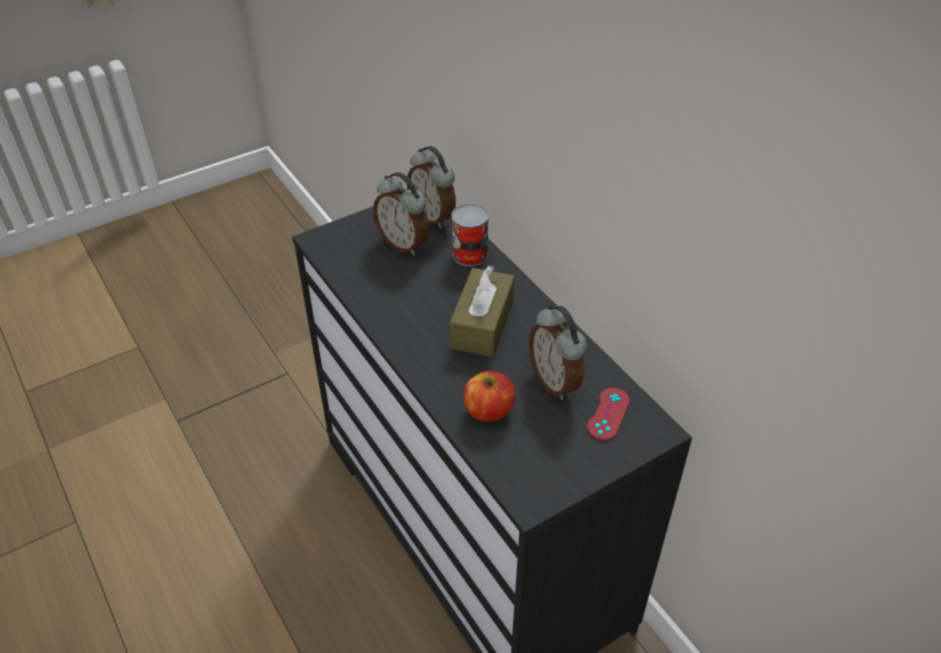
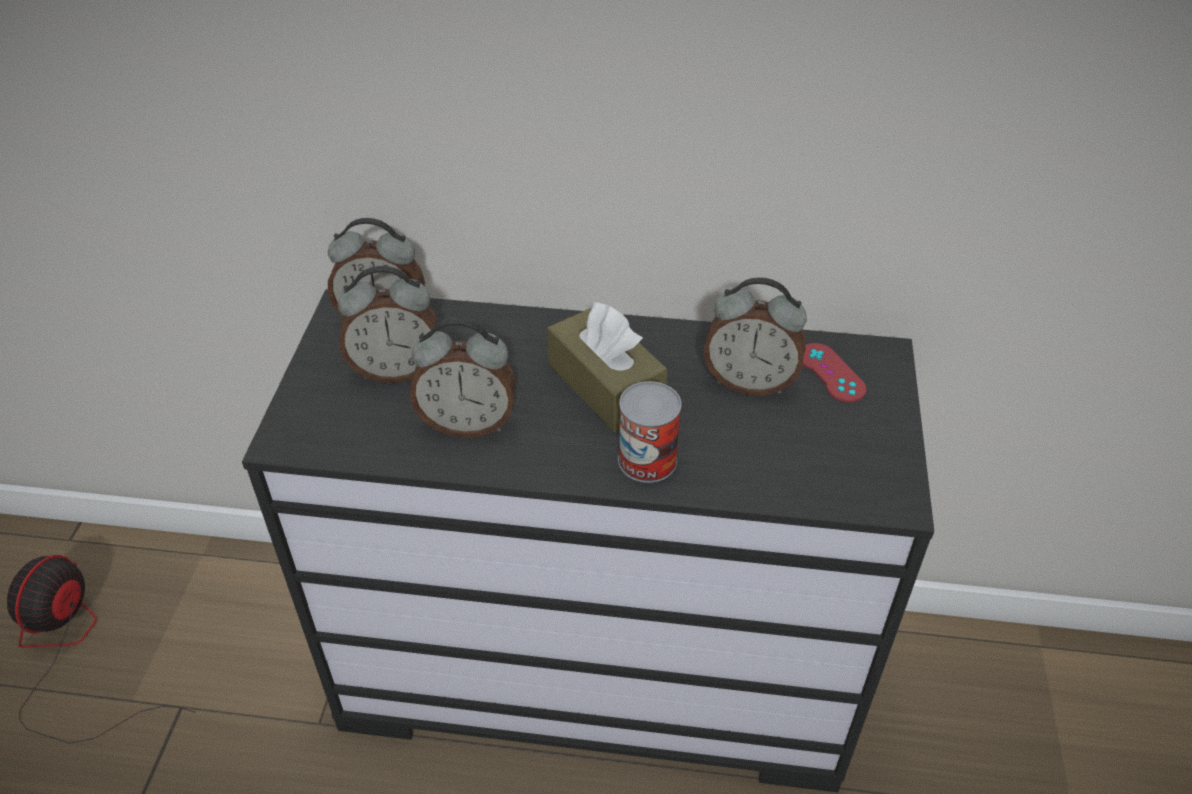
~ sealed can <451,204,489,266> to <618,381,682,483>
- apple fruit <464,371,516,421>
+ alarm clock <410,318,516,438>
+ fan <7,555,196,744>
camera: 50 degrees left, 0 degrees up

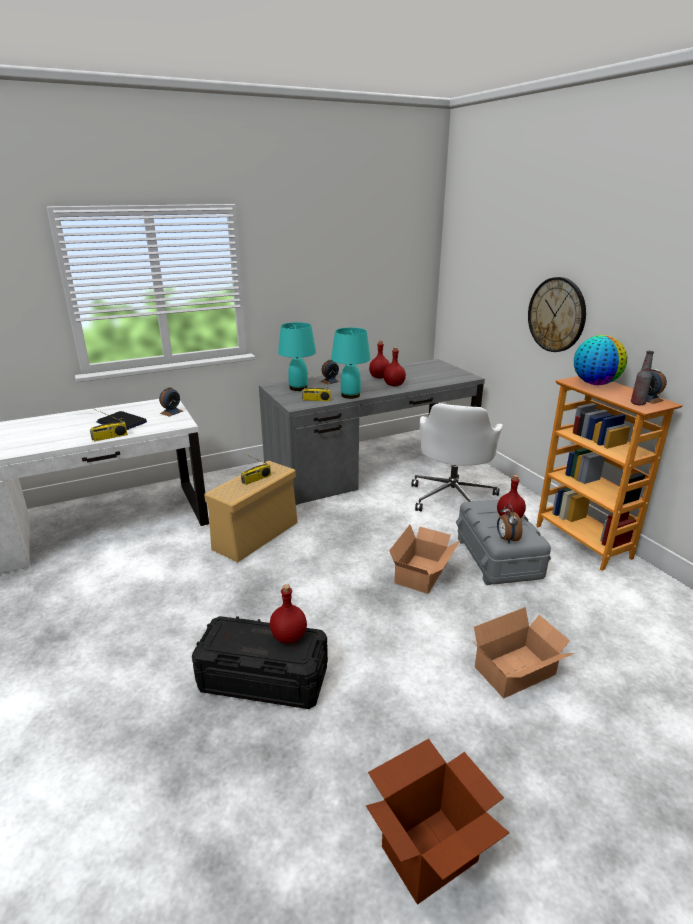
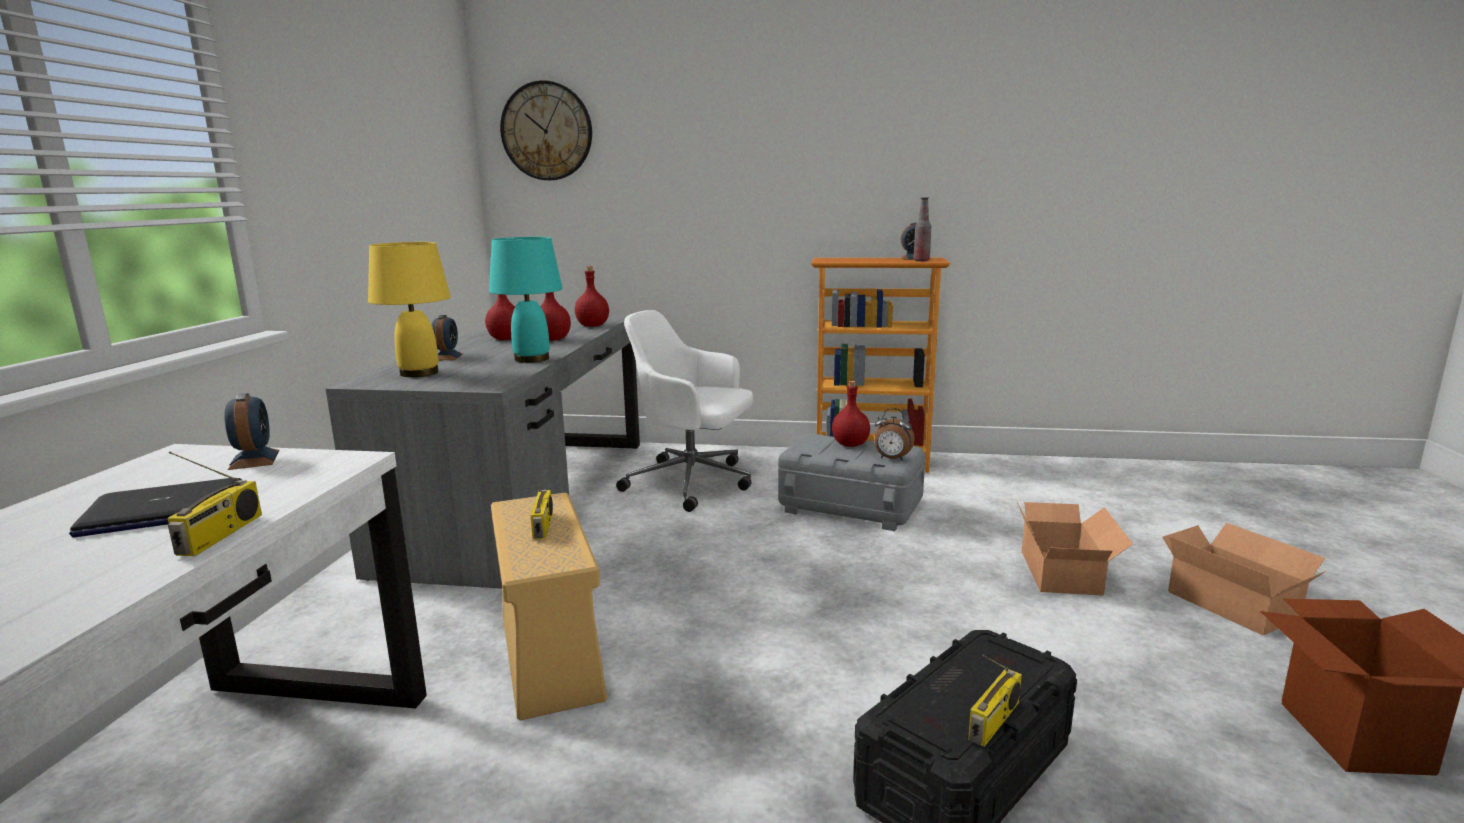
~ wall clock <528,277,586,352> to <500,80,592,180>
~ turquoise-coloured tabletop lamp <278,322,316,391> to yellowish tabletop lamp <368,242,451,377>
- globe <574,335,627,385>
~ radio set <302,374,331,401> to <968,655,1022,747>
~ white-coloured office chair <411,403,503,511> = <616,310,753,512> 150 degrees clockwise
~ cardboard box <389,525,461,594> to <1162,523,1326,635>
~ reddish beverage bottle <270,584,307,644> to <575,266,609,327>
camera: 55 degrees left, 10 degrees down

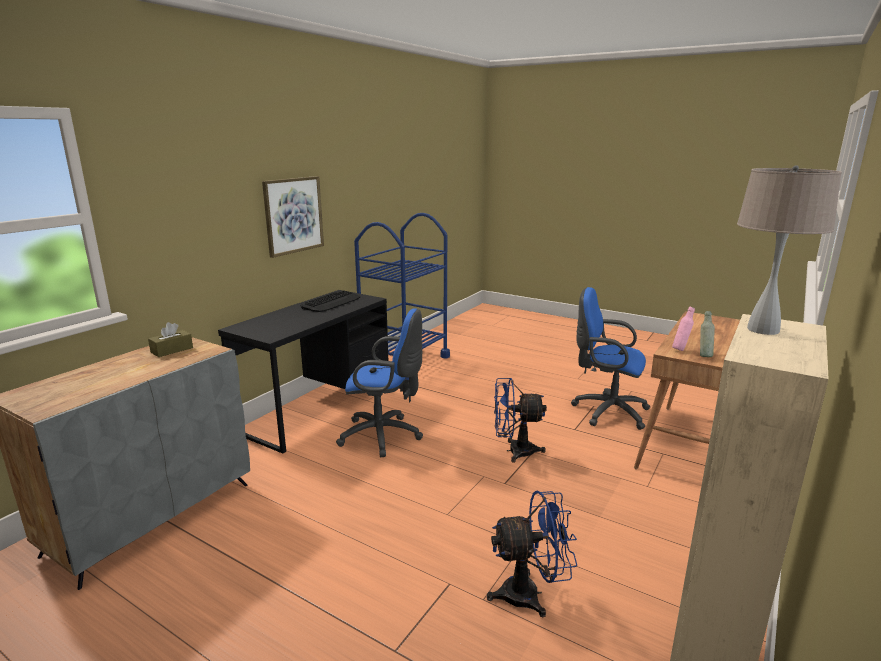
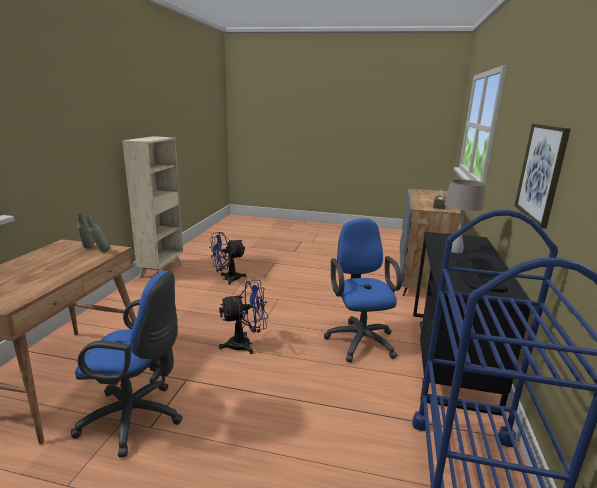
~ sand-coloured tabletop lamp <737,165,842,335> to <445,179,486,253>
~ pinkish beverage bottle <672,307,695,351> to greyish beverage bottle <86,216,111,252>
~ blue office chair <336,308,423,457> = <324,218,402,363> 90 degrees clockwise
camera: 160 degrees right, 0 degrees up

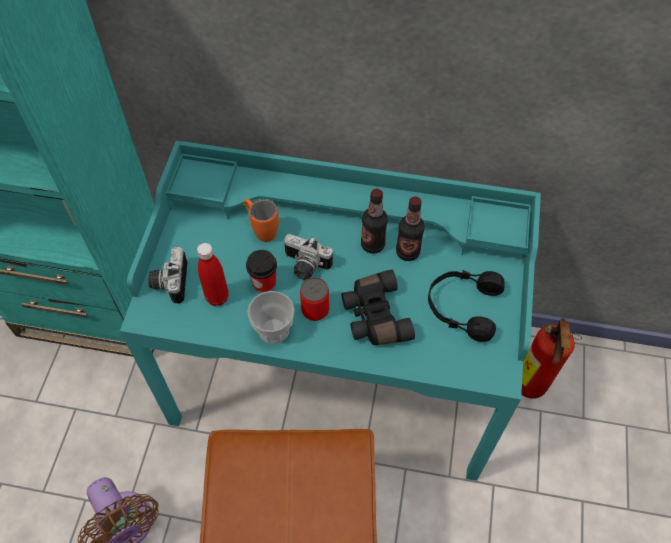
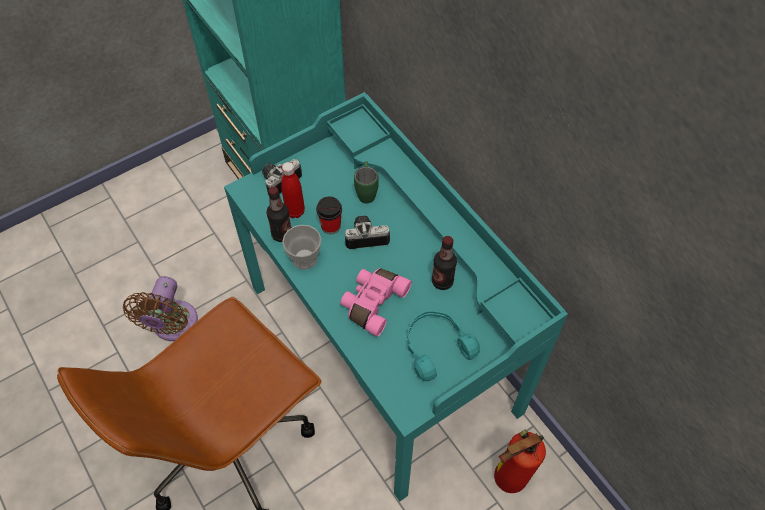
~ beverage bottle <361,189,388,254> to <266,186,292,242>
~ orange-coloured mug <244,199,279,242> to green-coloured mug <354,161,379,203>
~ photo camera <284,234,333,280> = <345,215,390,249> 105 degrees clockwise
~ black field glasses <342,270,415,345> to pinkish field glasses <340,268,412,337>
~ black headphones <428,270,505,342> to turquoise-coloured headphones <407,311,480,381>
- sealed can <300,277,329,321>
camera: 45 degrees right, 0 degrees up

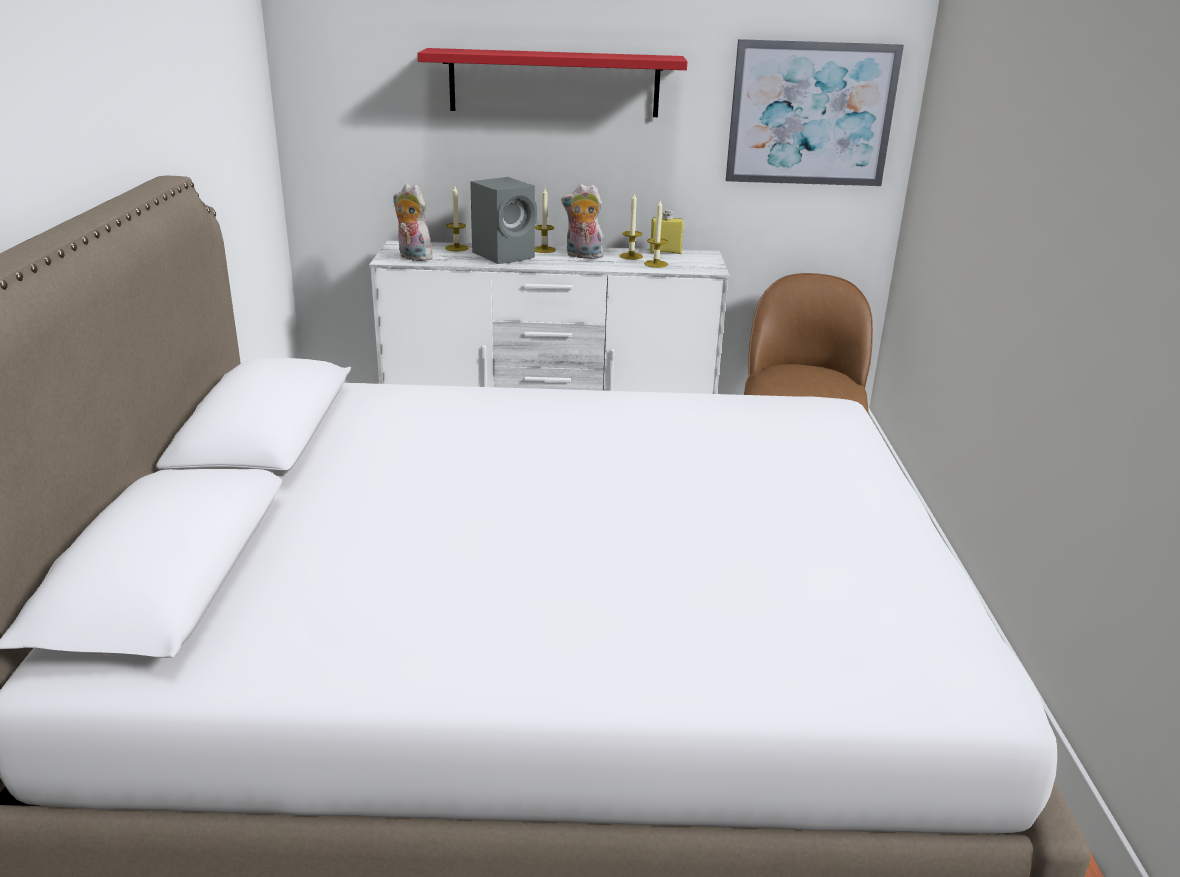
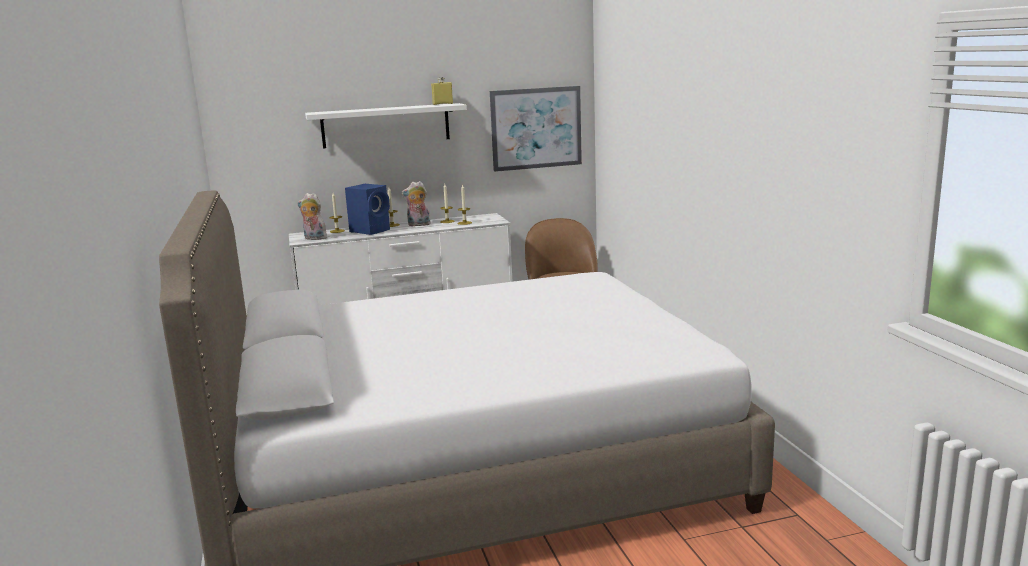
~ reddish shelf <417,48,687,117> to white-coloured shelf <305,103,467,149>
~ greyish audio speaker <470,177,537,264> to blue audio speaker <345,184,390,235>
~ yellowish beverage bottle <650,210,684,254> to <431,77,453,105>
camera: 15 degrees left, 10 degrees down

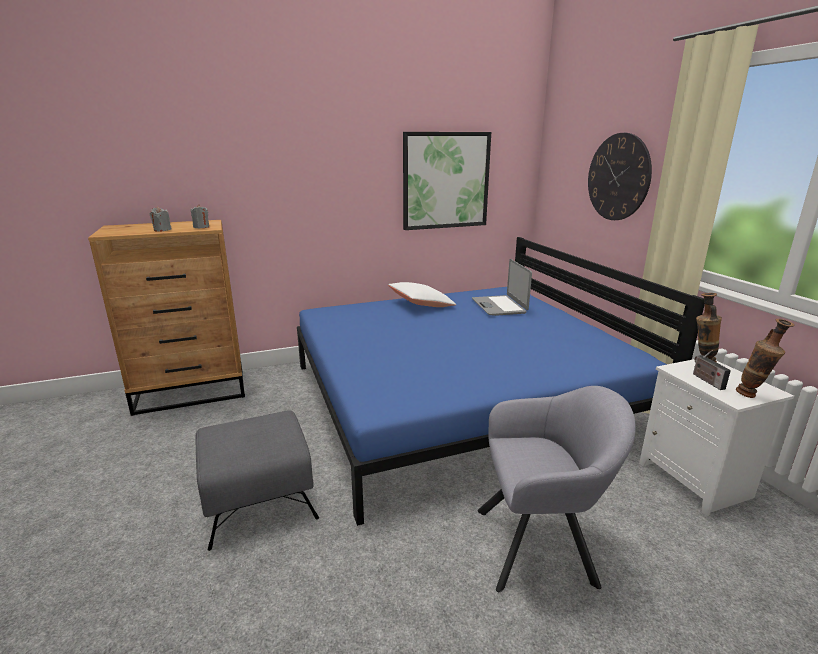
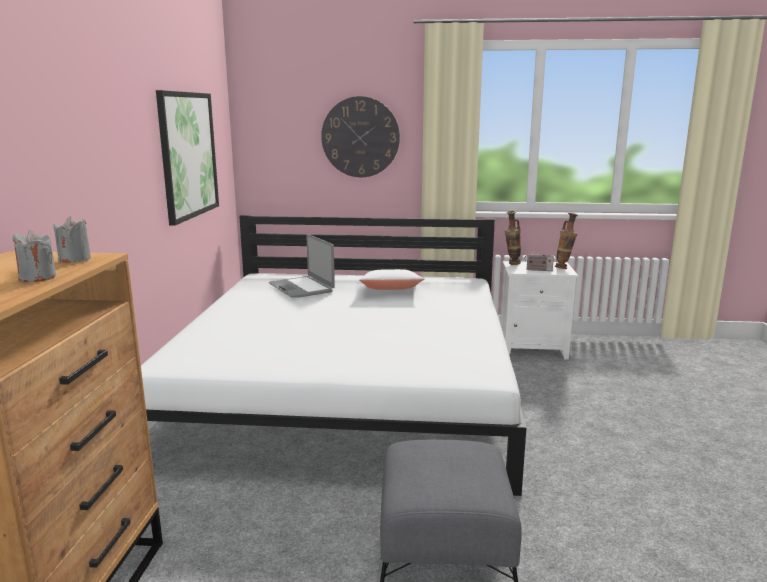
~ blue bedroom bed <297,237,705,526> to white-coloured bedroom bed <141,215,526,496>
~ laptop <472,259,532,316> = <269,234,335,298> 45 degrees clockwise
~ white-coloured cushion <388,282,456,307> to <359,269,424,290>
- greyish easy chair <477,386,636,592>
camera: 65 degrees left, 5 degrees down

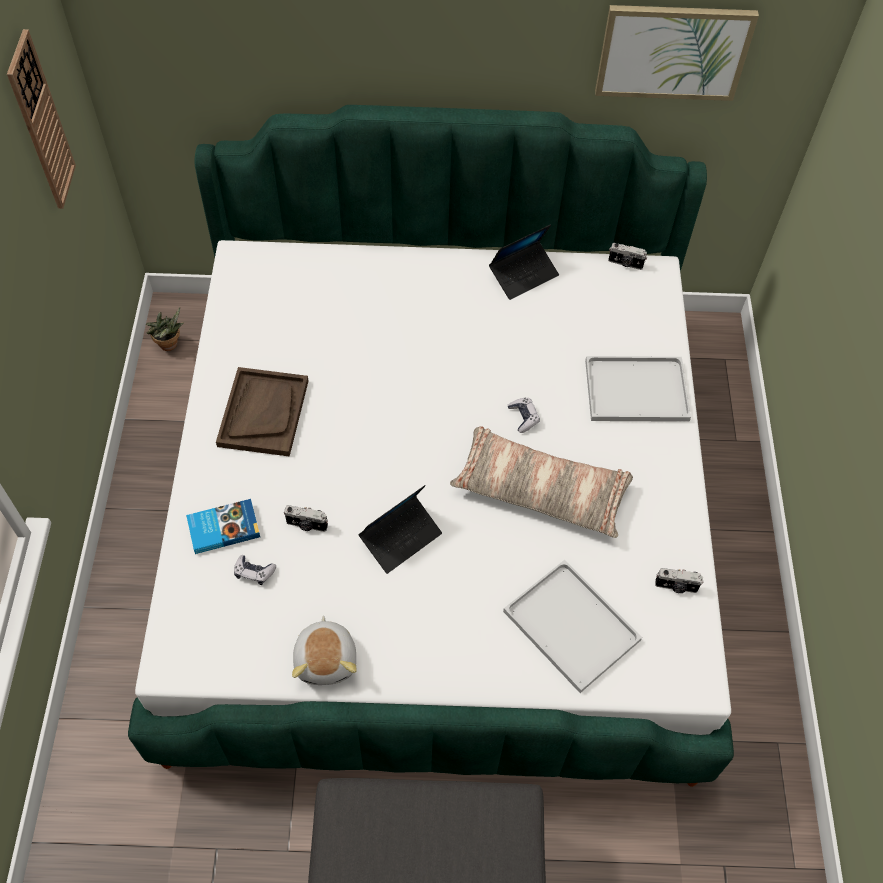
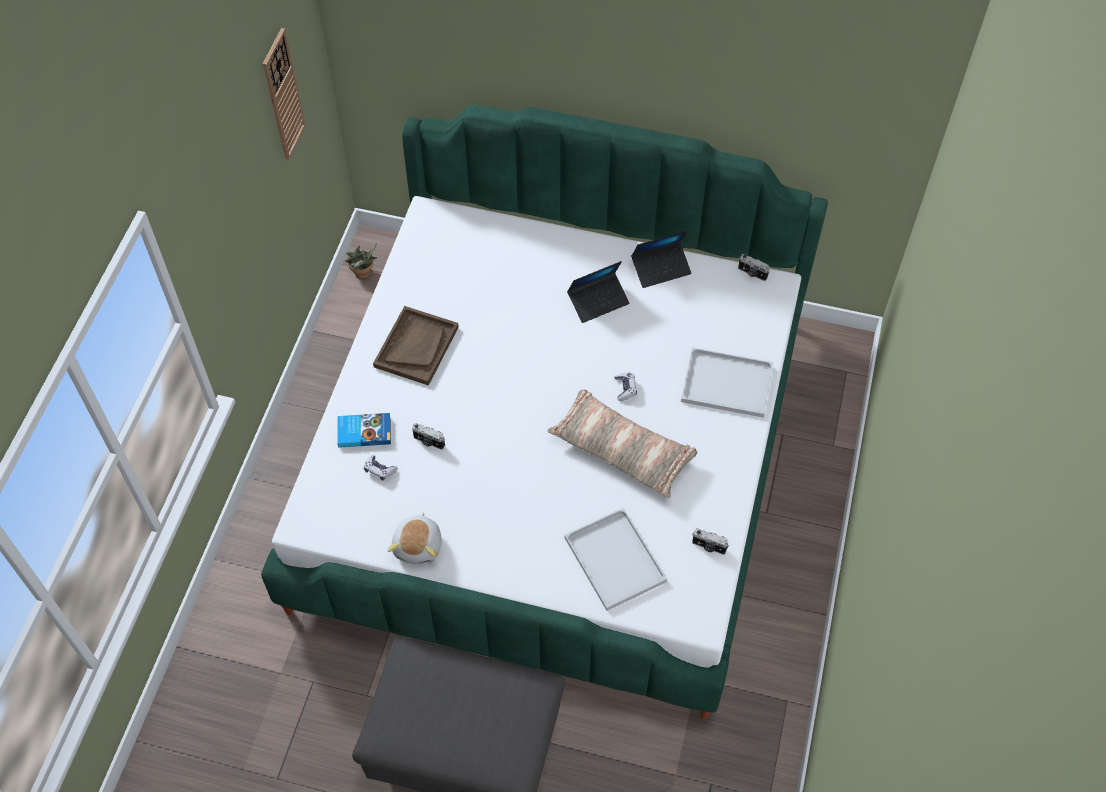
- wall picture <595,5,759,101>
~ laptop <358,485,442,574> to <567,261,629,323>
camera: 15 degrees right, 0 degrees up

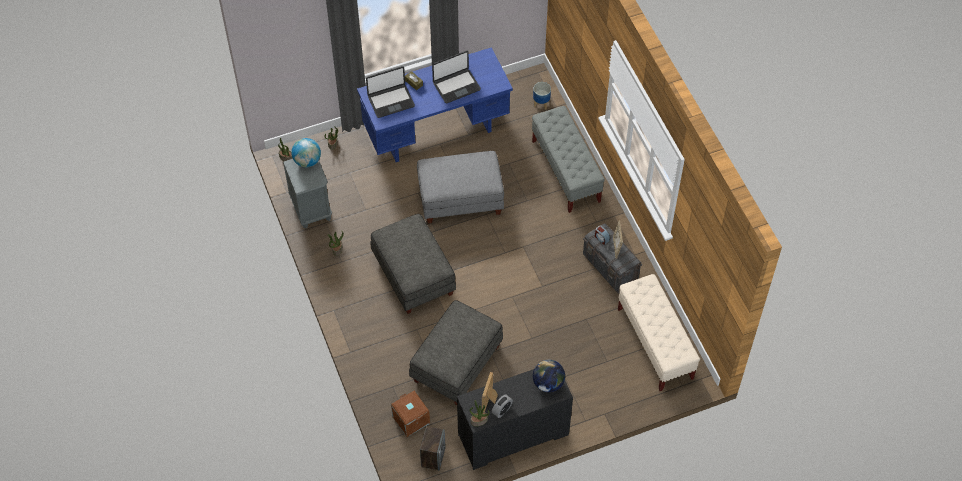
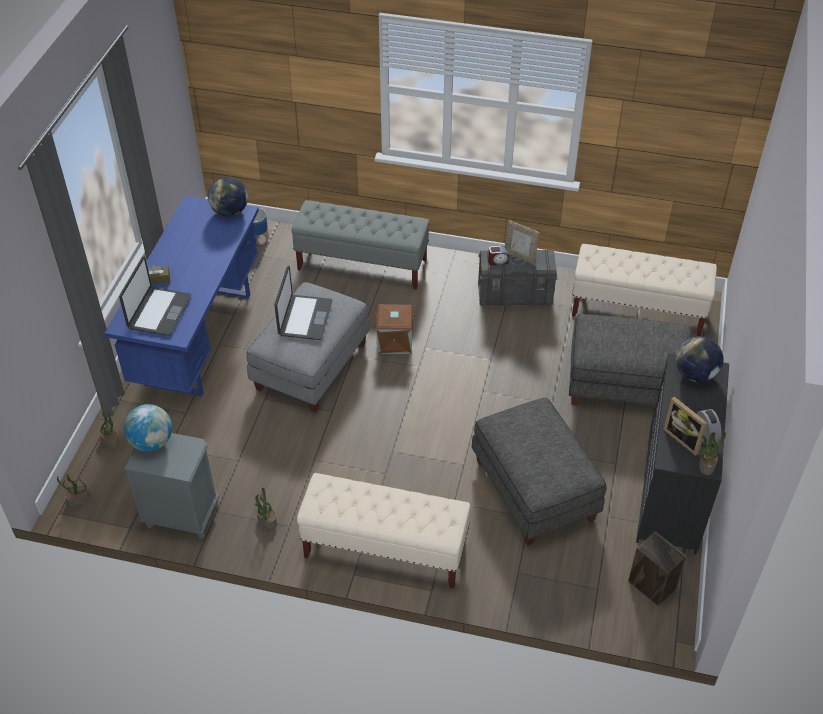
~ laptop <432,51,481,103> to <274,266,332,340>
~ greyish footrest <370,214,456,314> to <569,314,692,406>
~ brown storage box <391,391,430,437> to <374,304,414,354>
+ globe <208,176,248,217>
+ sand-coloured indoor bench <297,473,470,589>
camera: 55 degrees left, 10 degrees down

